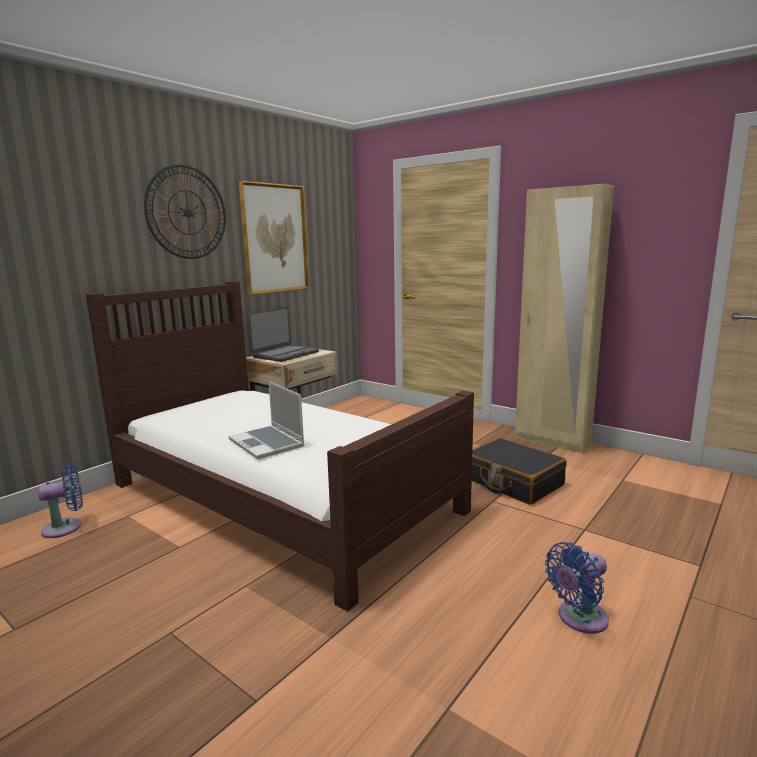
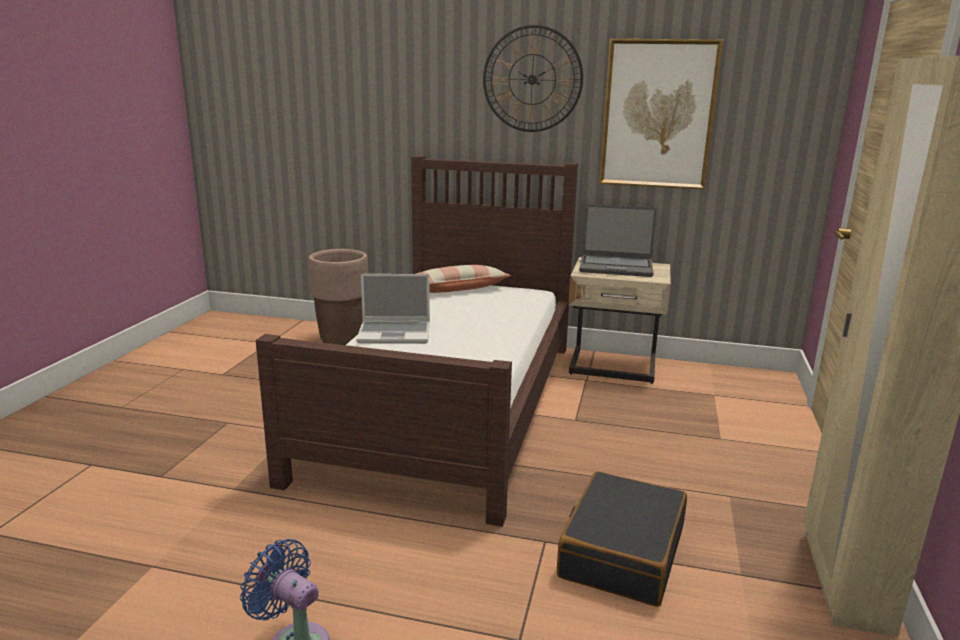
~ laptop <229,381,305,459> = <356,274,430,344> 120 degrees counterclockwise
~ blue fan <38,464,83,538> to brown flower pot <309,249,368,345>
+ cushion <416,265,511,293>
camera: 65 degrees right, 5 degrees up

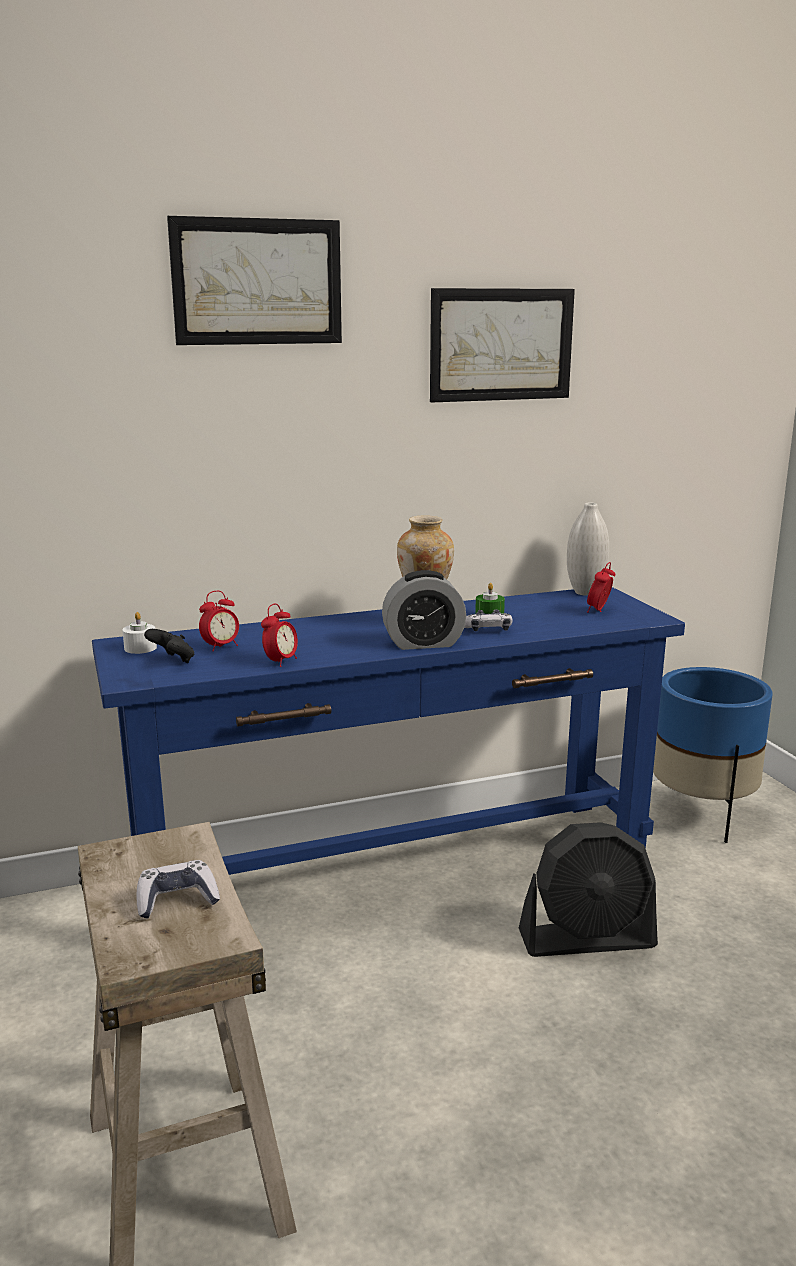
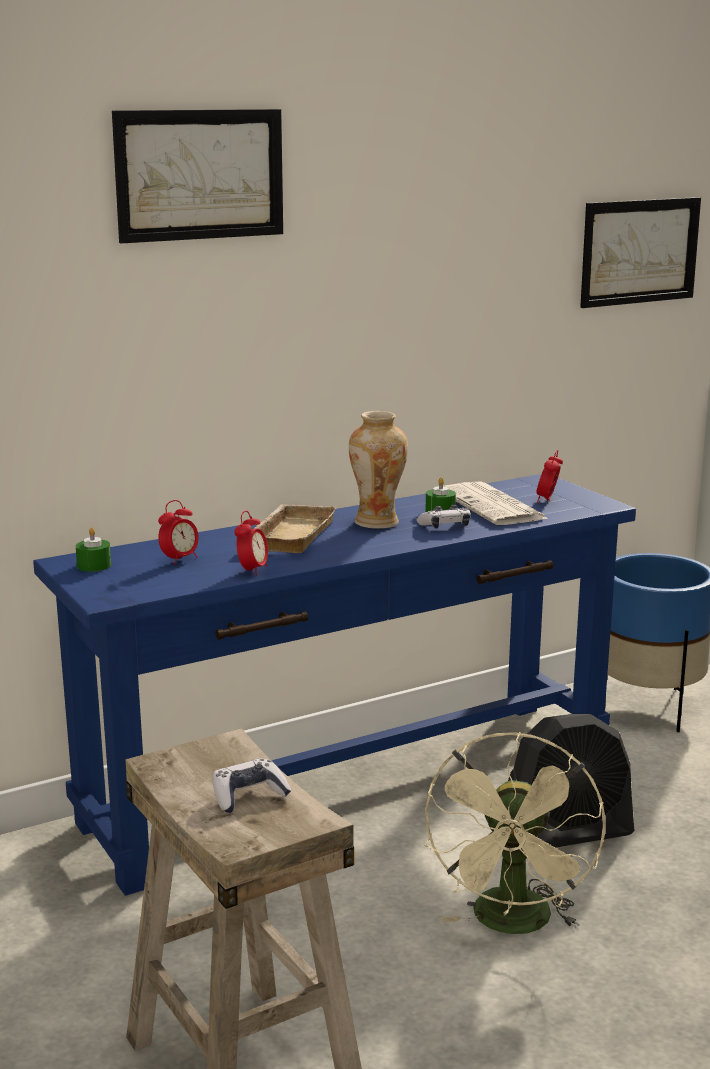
~ wall picture <430,288,575,403> to <580,197,701,308>
- white-coloured flower vase <567,503,609,596>
- alarm clock <382,570,466,650>
~ white-coloured candle <122,612,157,654> to green-coloured candle <76,527,111,572>
- black gamepad <144,629,195,663>
+ daily paper <444,481,549,525>
+ sand-coloured serving tray <254,504,337,553>
+ sand-coloured fan <425,732,605,934>
camera: 10 degrees left, 0 degrees up

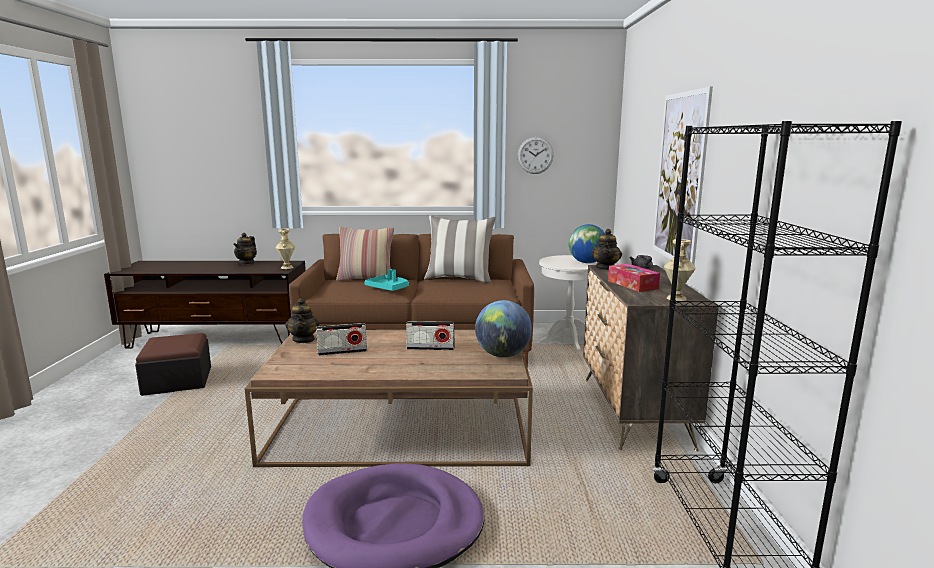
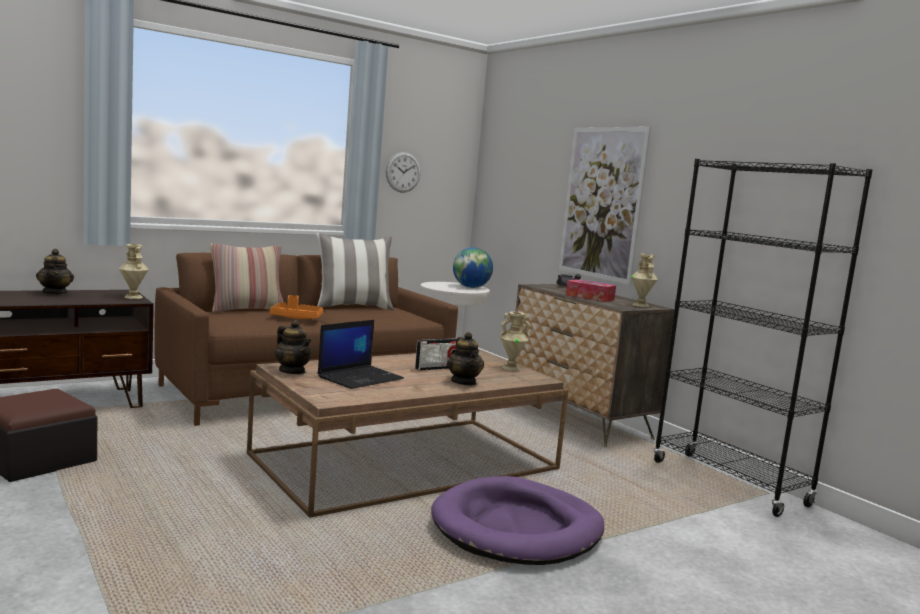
~ pot for tea <591,229,622,270> to <447,332,484,386>
~ turquoise-coloured serving tray <364,269,409,291> to orange-coloured serving tray <270,295,323,319>
~ globe <475,300,532,357> to sand-coloured flower vase <500,312,531,371>
~ radio set <316,323,367,356> to laptop <318,320,404,389>
camera: 35 degrees left, 5 degrees down

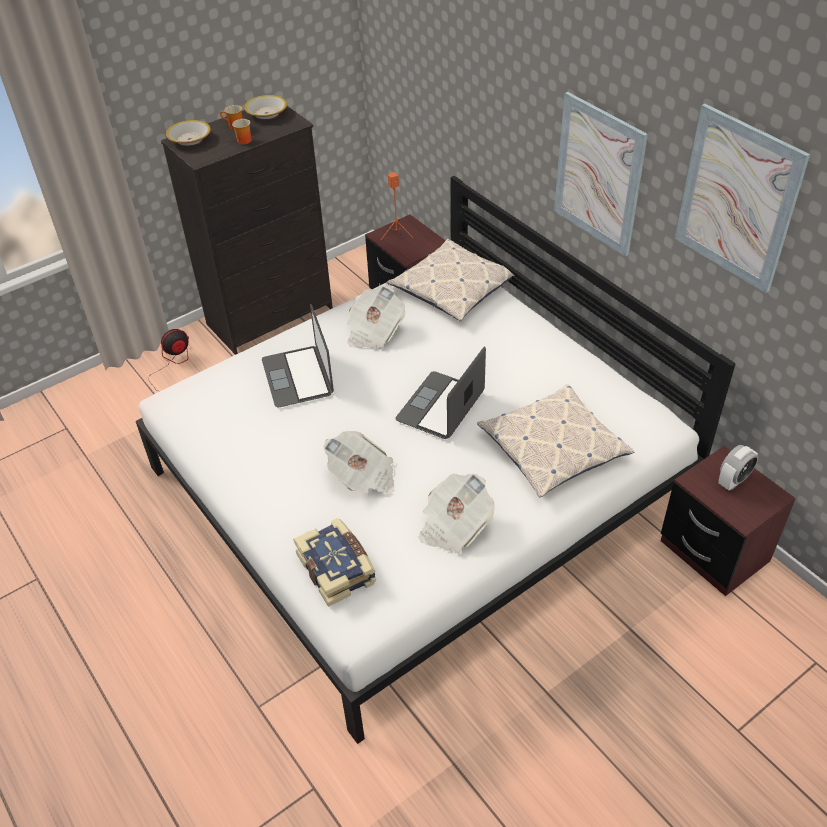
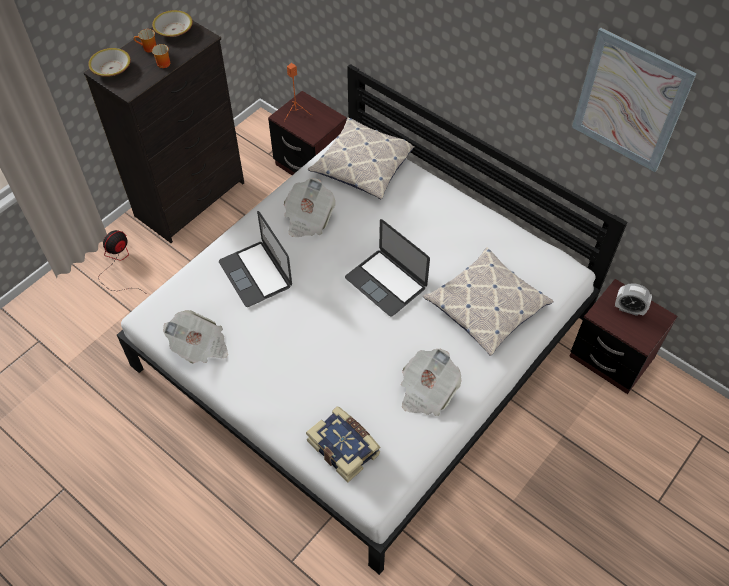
- wall picture <554,92,648,256>
~ laptop <395,347,486,439> = <345,219,430,316> 60 degrees counterclockwise
~ daily paper <324,431,394,494> to <163,310,228,363>
~ alarm clock <718,445,758,490> = <615,283,652,316> 75 degrees clockwise
camera: 15 degrees left, 10 degrees up

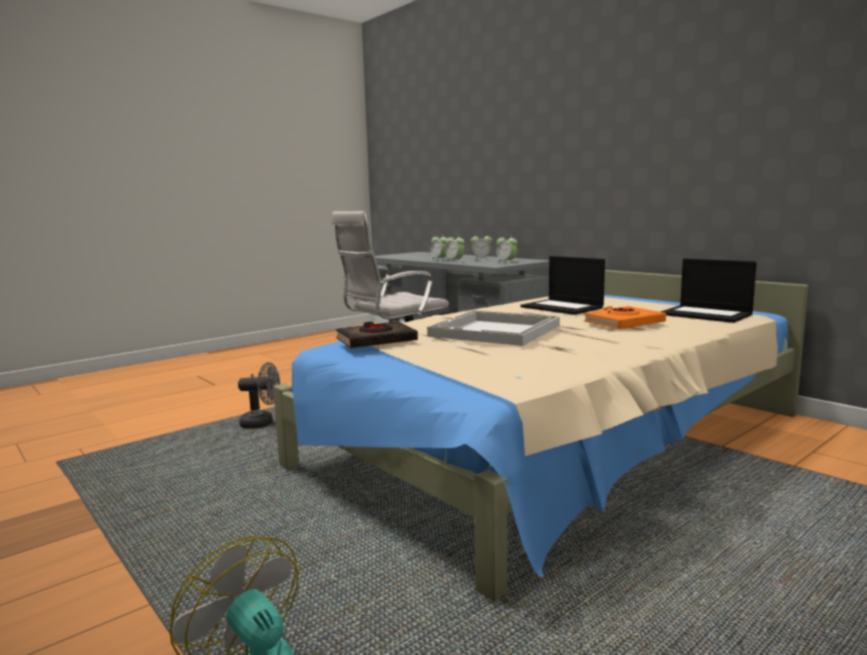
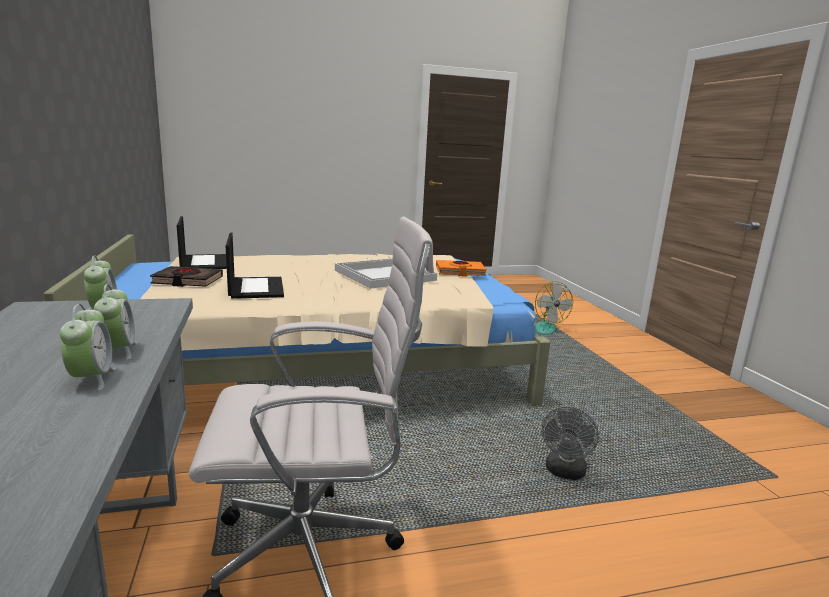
- alarm clock <470,233,492,260>
~ orange-coloured volume <583,306,666,329> to <436,260,487,277>
~ black volume <336,321,418,348> to <150,266,223,287>
~ greyish fan <238,362,280,429> = <542,406,599,480> 90 degrees counterclockwise
camera: 155 degrees left, 5 degrees up

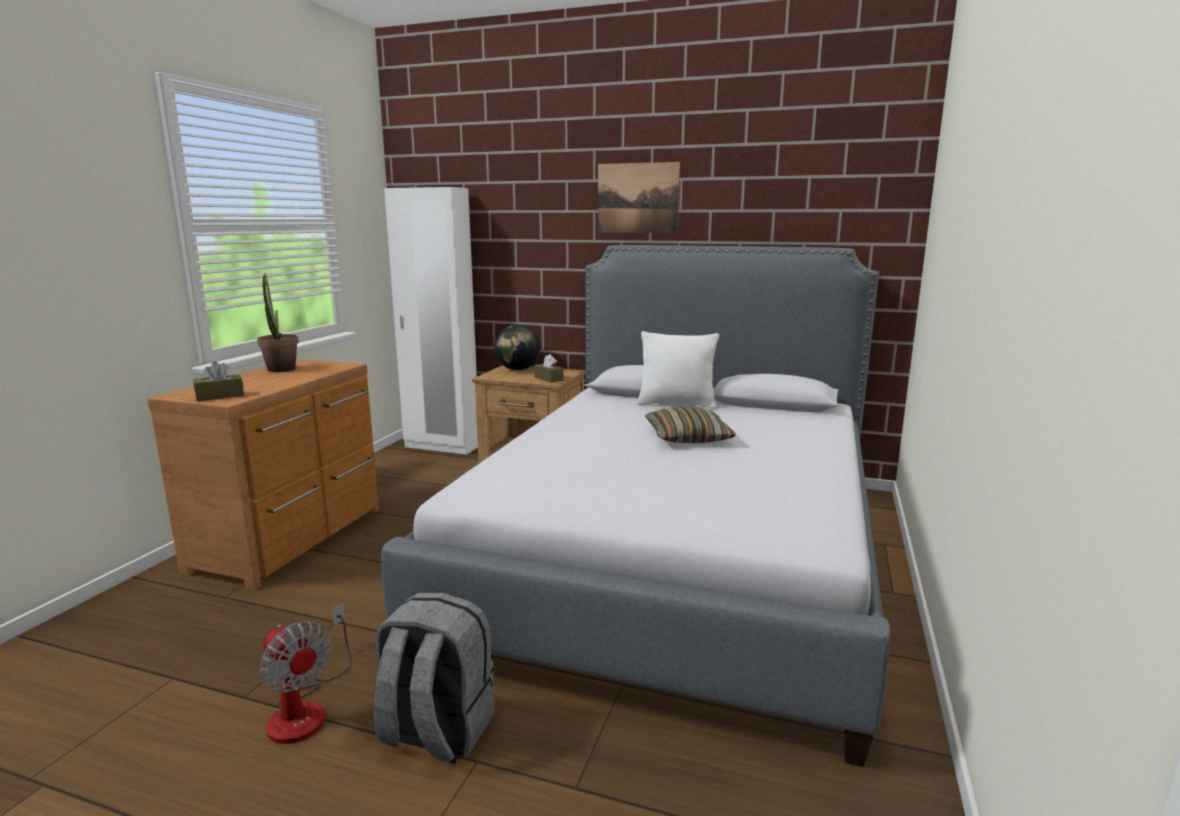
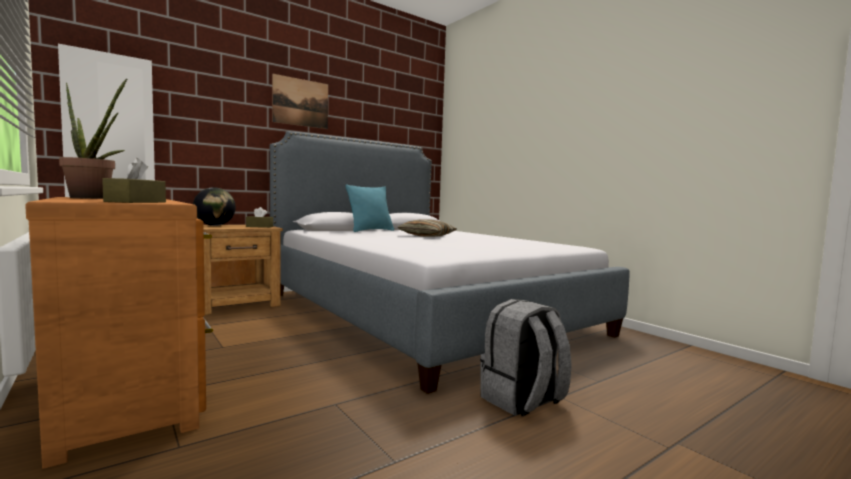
~ white-coloured cushion <637,331,719,409> to turquoise-coloured cushion <346,184,394,232>
- fan <260,603,352,744>
camera: 55 degrees left, 10 degrees down

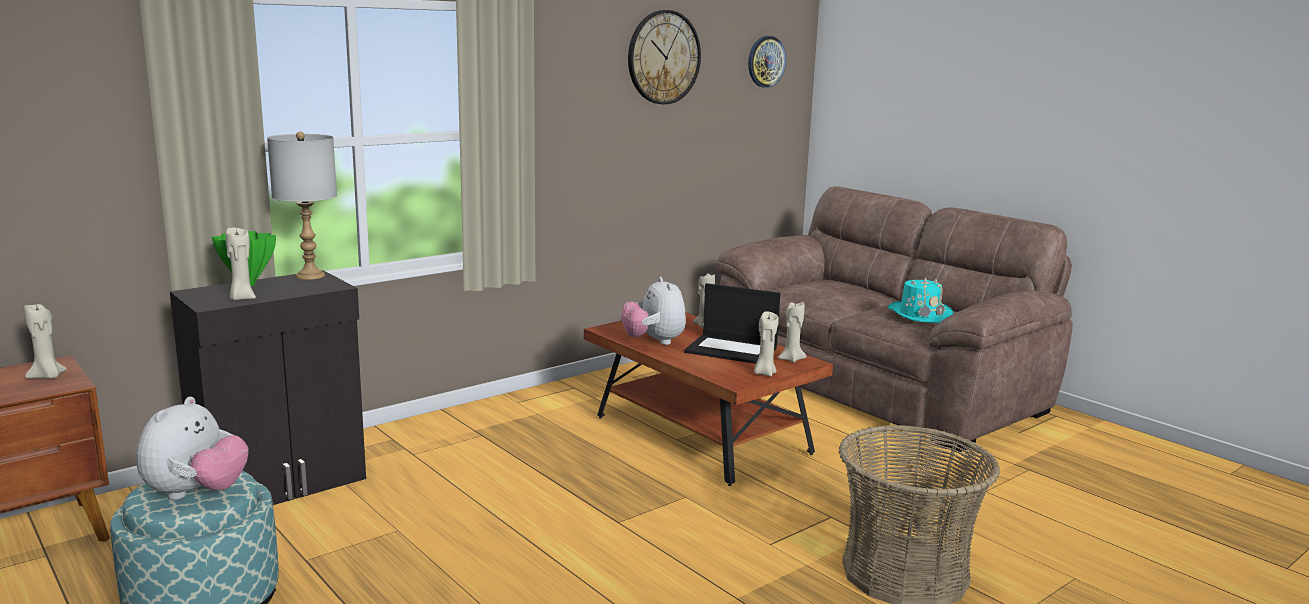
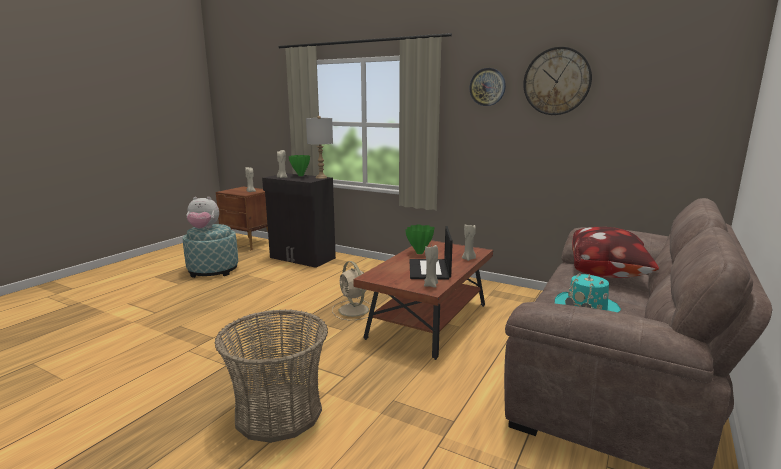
~ wall clock <748,36,786,88> to <469,68,506,106>
~ plush toy <621,277,686,345> to green-coloured flower vase <405,224,435,254>
- sand-coloured candle <754,311,779,377>
+ cushion <572,227,659,278>
+ sand-coloured fan <332,261,377,320>
camera: 70 degrees right, 0 degrees up

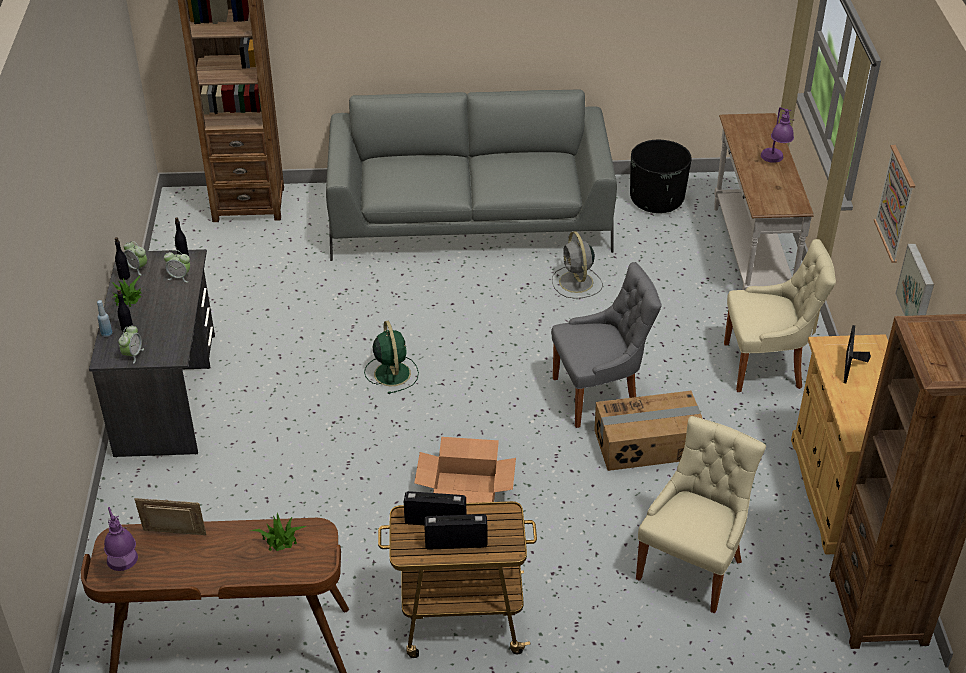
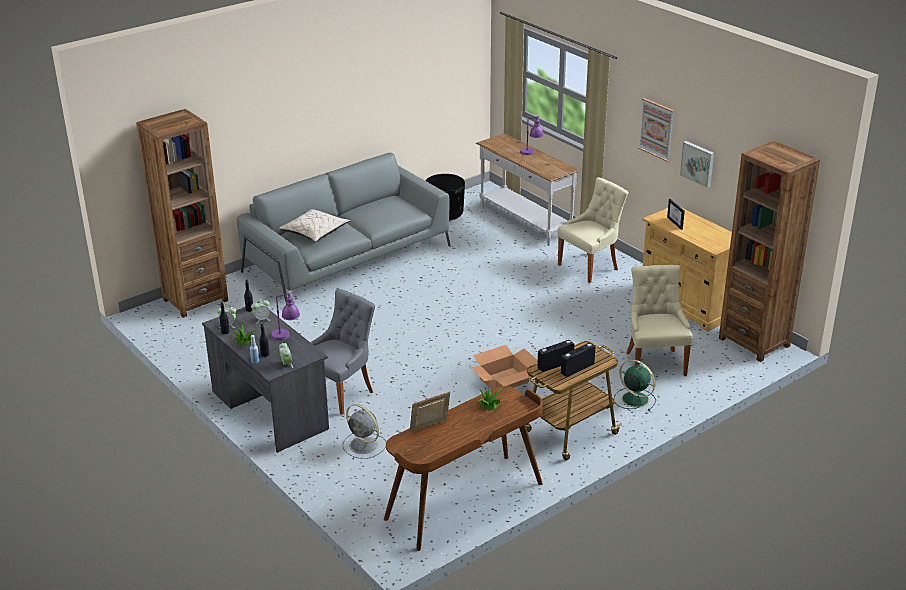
~ greyish fan <552,231,603,299> to <343,404,386,459>
~ greyish chair <551,262,661,428> to <310,289,375,415>
~ green-coloured fan <364,321,419,394> to <614,360,656,411>
- cardboard box <594,391,703,471>
~ purple tabletop lamp <104,507,138,571> to <271,292,300,341>
+ sand-coloured cushion <279,209,350,242>
camera: 35 degrees left, 10 degrees down

